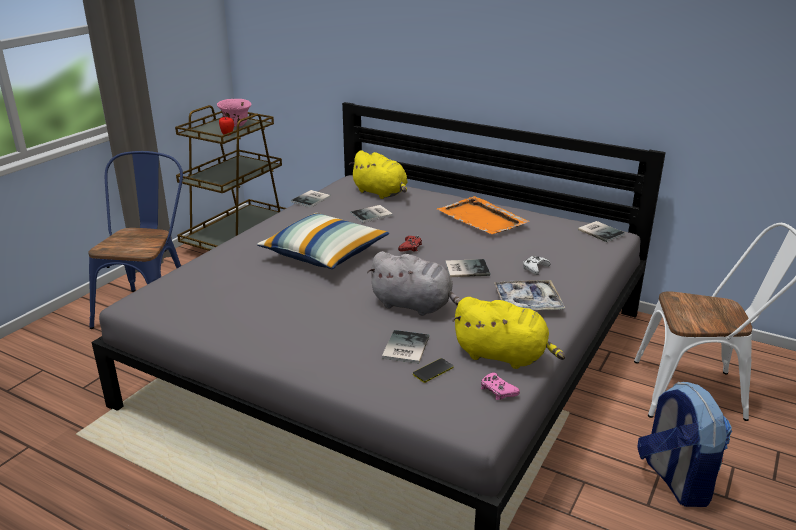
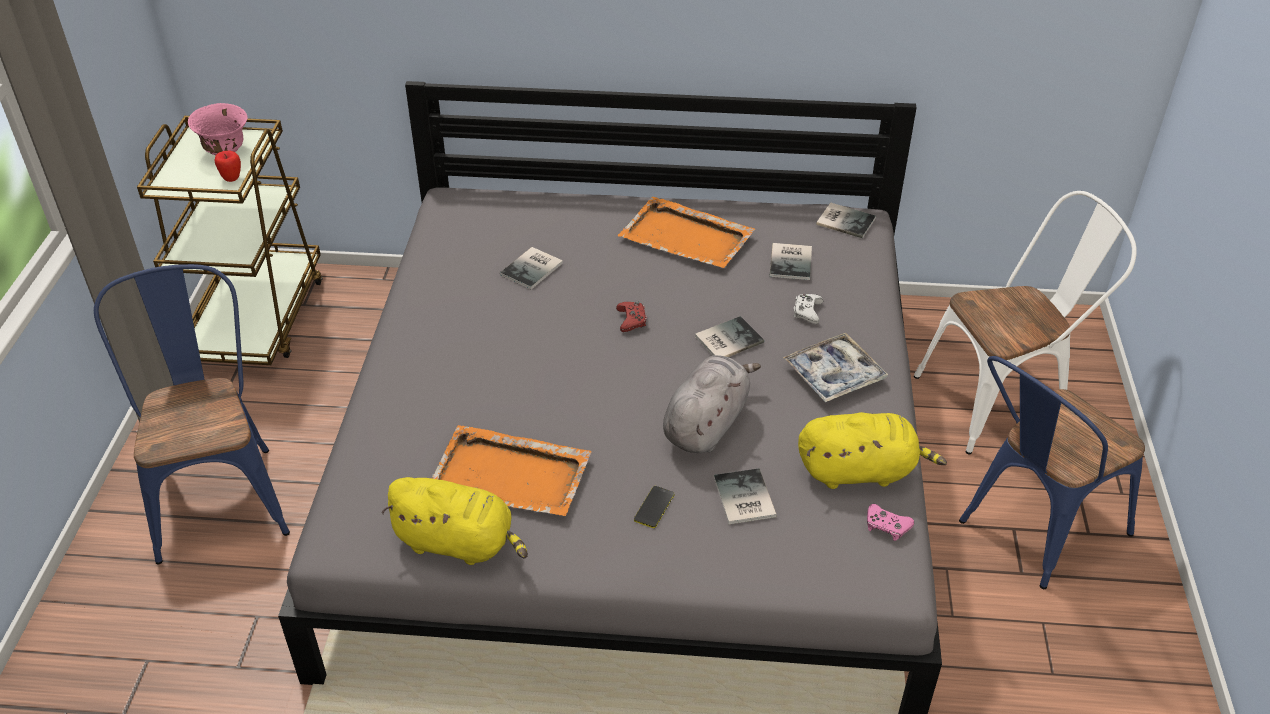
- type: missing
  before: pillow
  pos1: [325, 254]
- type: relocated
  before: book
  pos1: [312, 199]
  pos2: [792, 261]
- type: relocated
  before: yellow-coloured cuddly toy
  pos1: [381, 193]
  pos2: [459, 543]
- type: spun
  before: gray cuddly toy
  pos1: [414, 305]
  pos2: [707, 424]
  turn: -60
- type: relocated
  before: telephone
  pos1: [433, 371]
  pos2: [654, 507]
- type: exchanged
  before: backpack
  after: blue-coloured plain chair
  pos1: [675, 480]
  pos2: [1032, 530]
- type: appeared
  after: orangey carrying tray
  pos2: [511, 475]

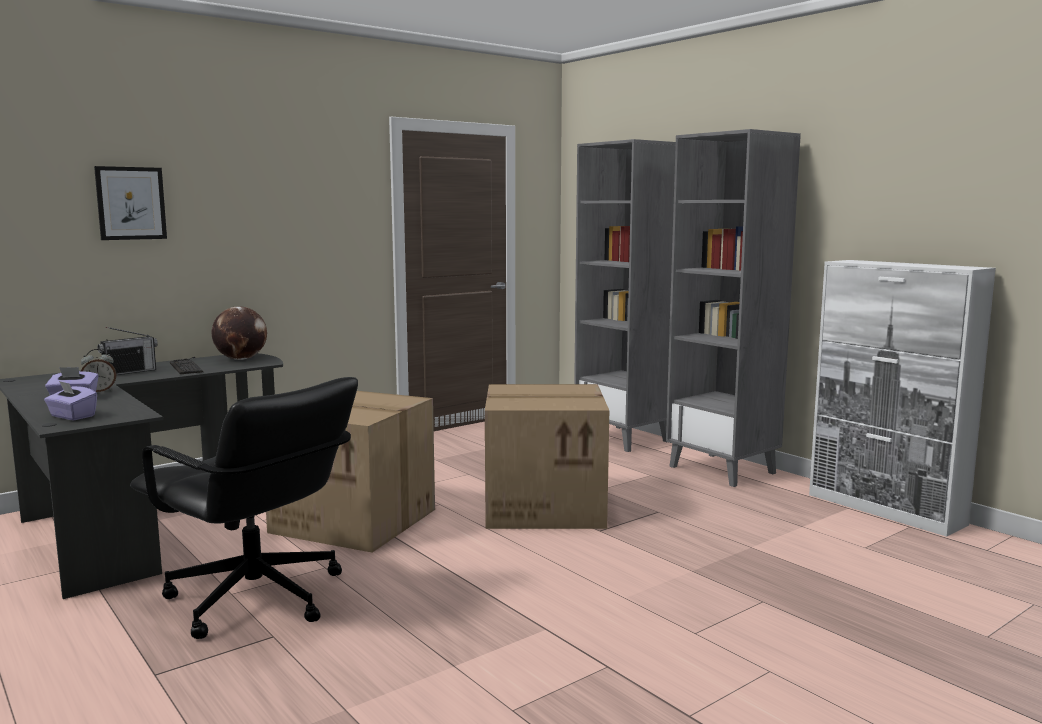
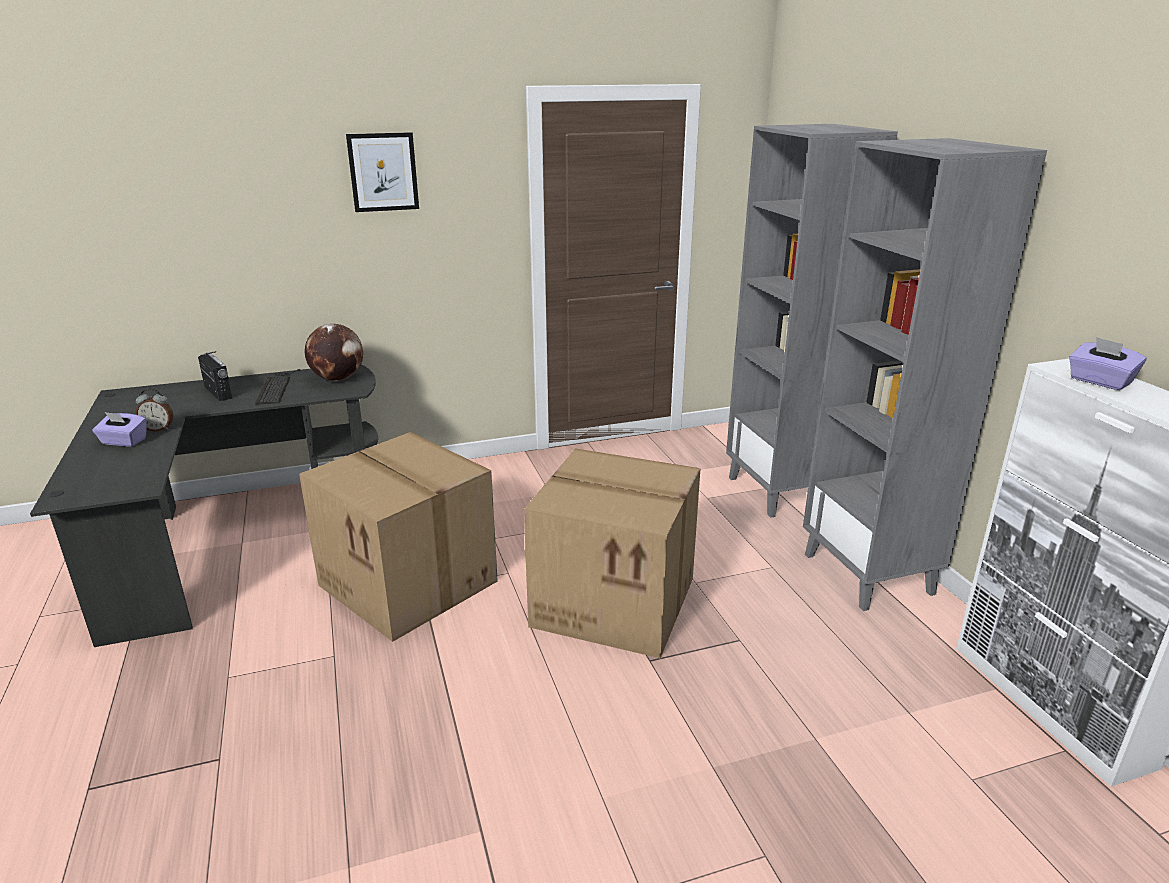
- type: relocated
  before: purple-coloured box of tissues
  pos1: [72, 416]
  pos2: [1099, 381]
- type: relocated
  before: picture
  pos1: [131, 203]
  pos2: [383, 172]
- type: spun
  before: radio receiver
  pos1: [130, 372]
  pos2: [218, 393]
  turn: -105
- type: missing
  before: black-coloured office chair
  pos1: [255, 599]

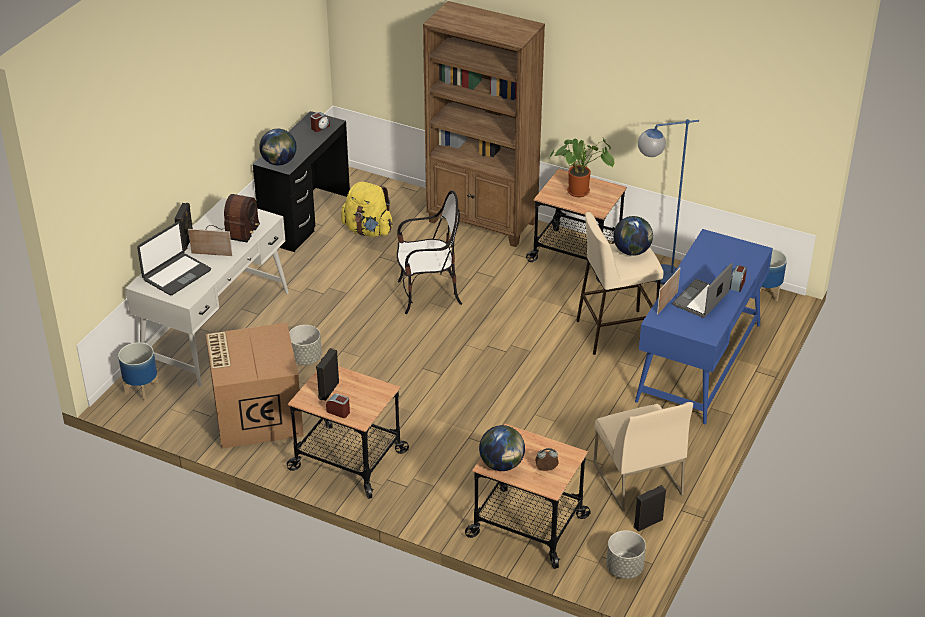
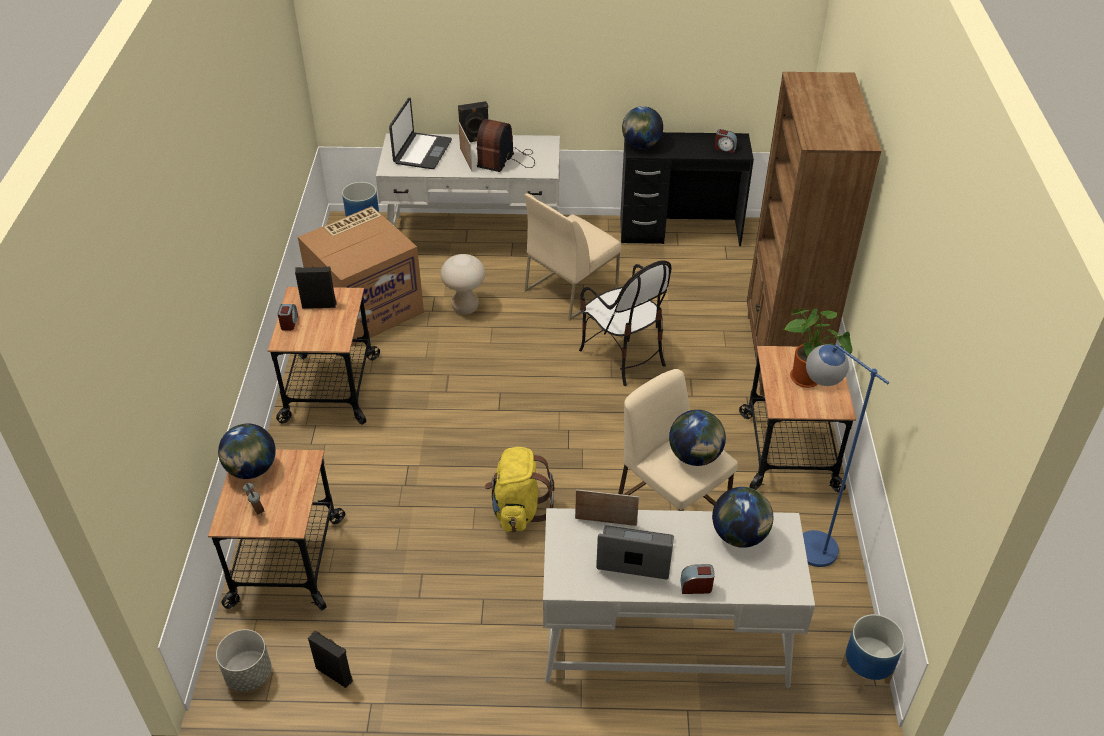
- type: spun
  before: portable computer
  pos1: [176, 275]
  pos2: [422, 152]
  turn: -90
- type: spun
  before: radio receiver
  pos1: [232, 234]
  pos2: [506, 160]
  turn: 120
- type: exchanged
  before: gray flower pot
  after: beige-coloured stool
  pos1: [305, 358]
  pos2: [465, 307]
- type: relocated
  before: yellow-coloured backpack
  pos1: [368, 230]
  pos2: [518, 510]
- type: relocated
  before: beige-coloured plain chair
  pos1: [636, 478]
  pos2: [571, 289]
- type: colour
  before: blue-coloured desk unit
  after: white desk unit
  pos1: [698, 362]
  pos2: [664, 638]
- type: appeared
  after: desk globe
  pos2: [739, 535]

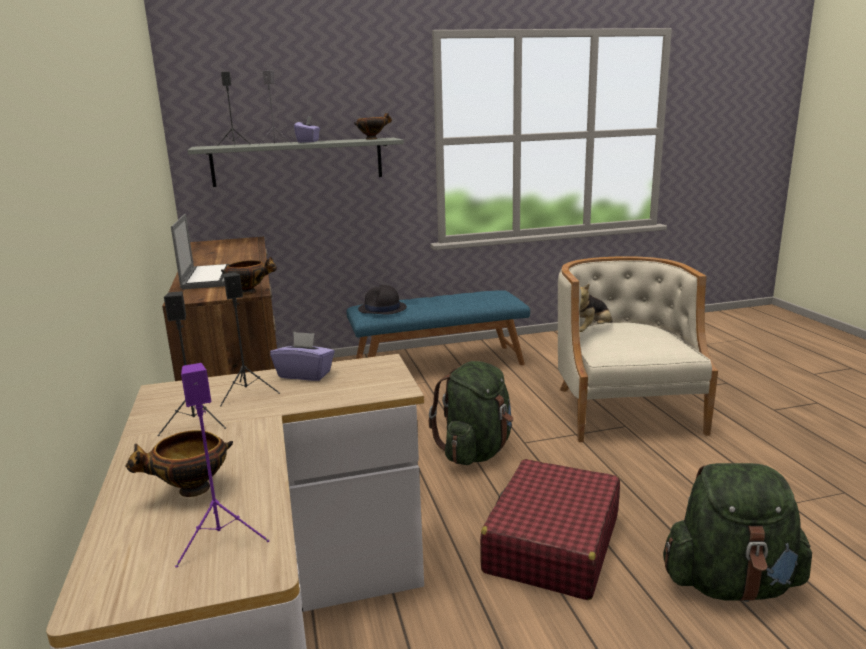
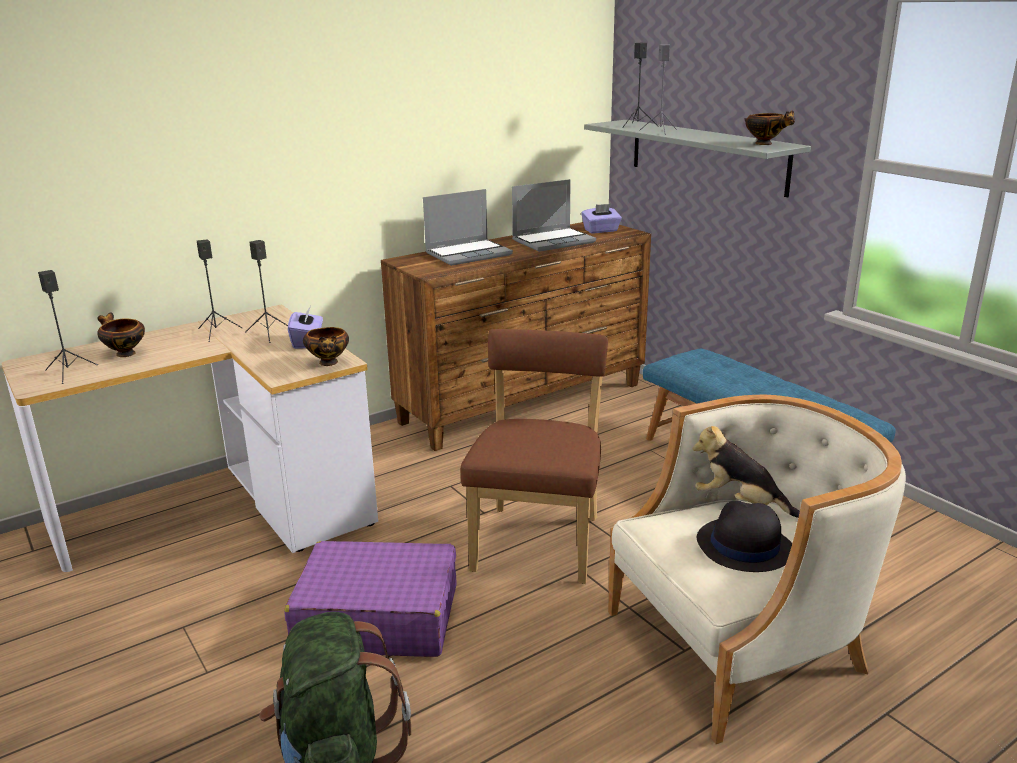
- type: colour
  before: purple-coloured speaker
  after: black-coloured speaker
  pos1: [221, 538]
  pos2: [69, 373]
- type: relocated
  before: deep dish
  pos1: [250, 292]
  pos2: [329, 363]
- type: relocated
  before: purple-coloured box of tissues
  pos1: [308, 141]
  pos2: [601, 230]
- type: relocated
  before: black-coloured clothing hat
  pos1: [382, 309]
  pos2: [743, 546]
- type: exchanged
  before: green-coloured backpack
  after: brown-coloured plain chair
  pos1: [476, 451]
  pos2: [539, 540]
- type: colour
  before: red-coloured piece of luggage
  after: purple-coloured piece of luggage
  pos1: [552, 544]
  pos2: [377, 617]
- type: appeared
  after: portable computer
  pos2: [554, 241]

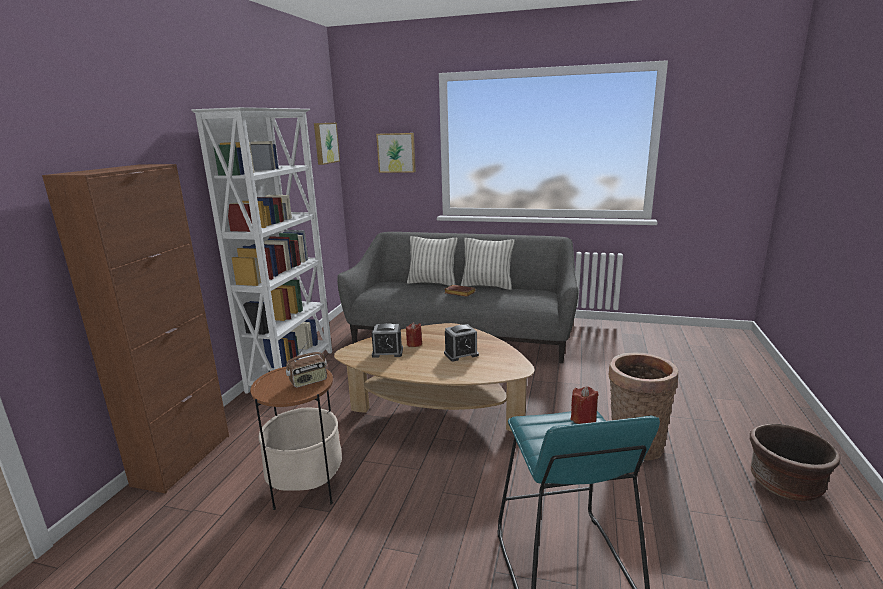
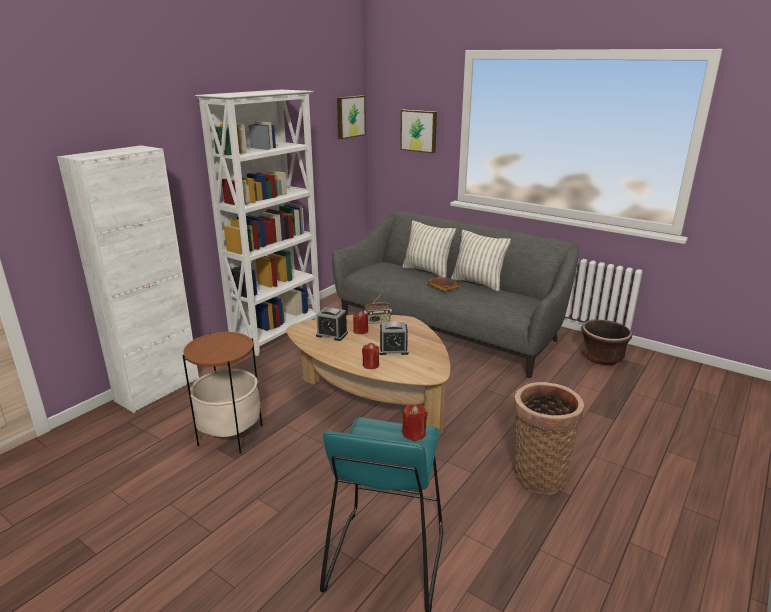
- type: colour
  before: brown-coloured cabinet
  after: white cabinet
  pos1: [183, 459]
  pos2: [158, 390]
- type: relocated
  before: radio receiver
  pos1: [308, 381]
  pos2: [377, 321]
- type: relocated
  before: brown-coloured flower pot
  pos1: [784, 484]
  pos2: [601, 357]
- type: appeared
  after: red-coloured wax candle
  pos2: [370, 365]

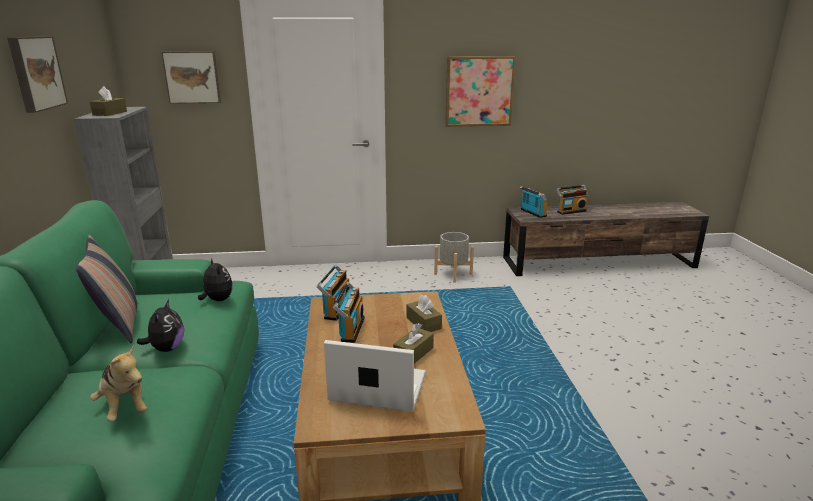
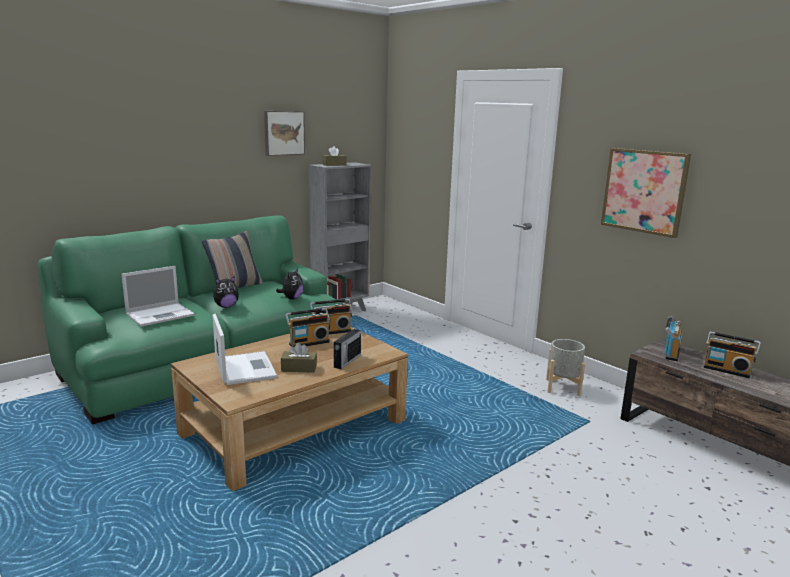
- type: exchanged
  before: cuddly toy
  after: portable computer
  pos1: [124, 406]
  pos2: [161, 314]
- type: missing
  before: picture
  pos1: [192, 77]
- type: exchanged
  before: brown-coloured box of tissues
  after: radio receiver
  pos1: [423, 323]
  pos2: [347, 361]

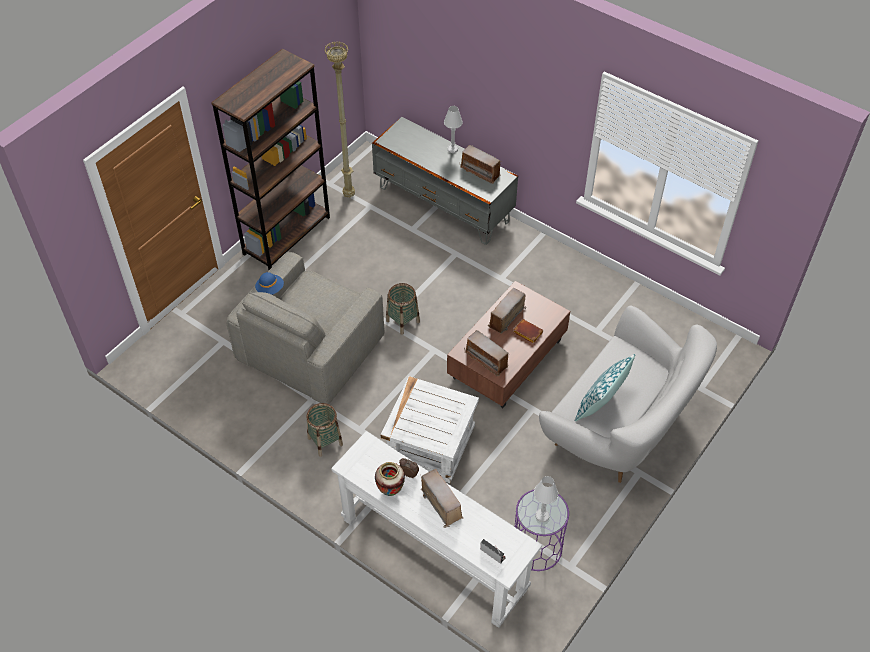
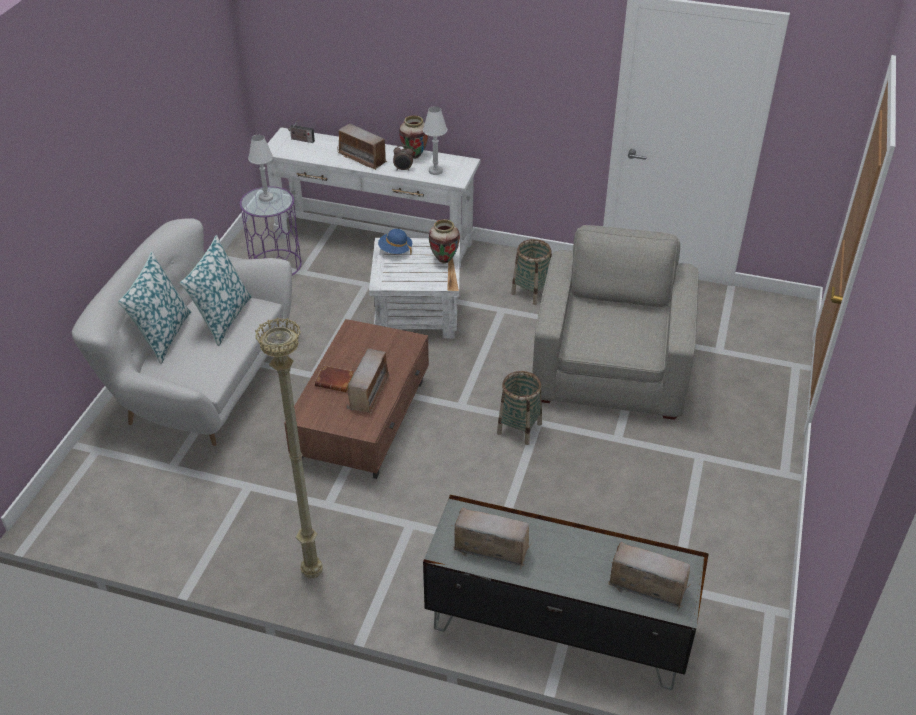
- type: missing
  before: brown-coloured bookshelf
  pos1: [287, 235]
- type: relocated
  before: blue-coloured clothing hat
  pos1: [270, 289]
  pos2: [395, 250]
- type: relocated
  before: beige-coloured floor lamp
  pos1: [349, 196]
  pos2: [311, 572]
- type: relocated
  before: white table lamp
  pos1: [452, 149]
  pos2: [435, 171]
- type: relocated
  before: radio receiver
  pos1: [487, 360]
  pos2: [646, 587]
- type: appeared
  after: pillow
  pos2: [163, 335]
- type: appeared
  after: decorative vase
  pos2: [444, 260]

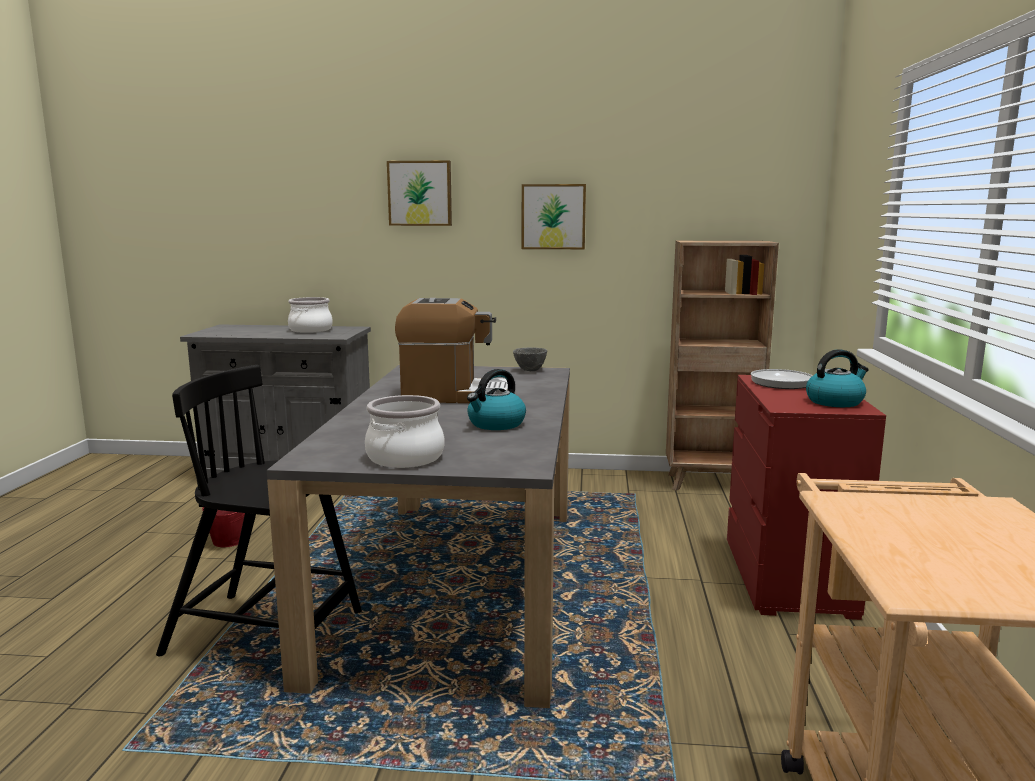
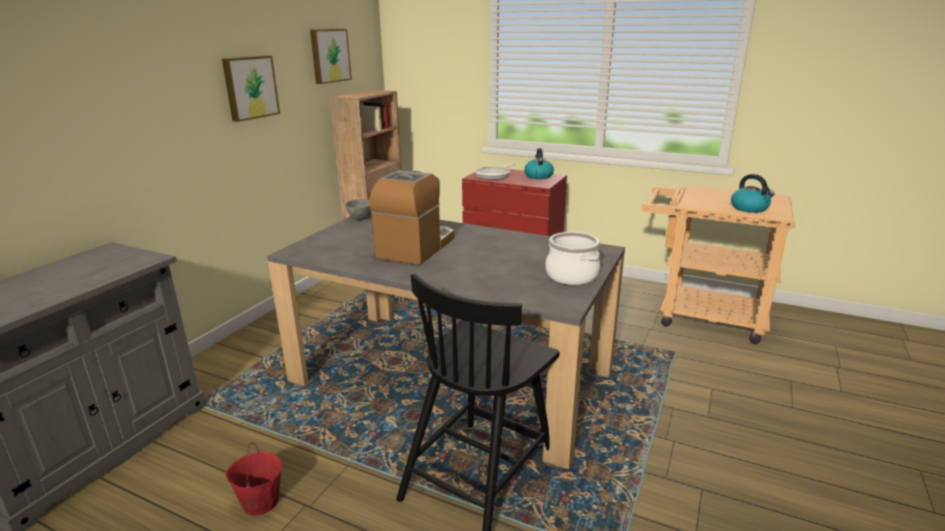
- type: missing
  before: stockpot
  pos1: [311, 330]
- type: relocated
  before: picture
  pos1: [420, 193]
  pos2: [329, 55]
- type: relocated
  before: tea kettle
  pos1: [496, 424]
  pos2: [750, 208]

